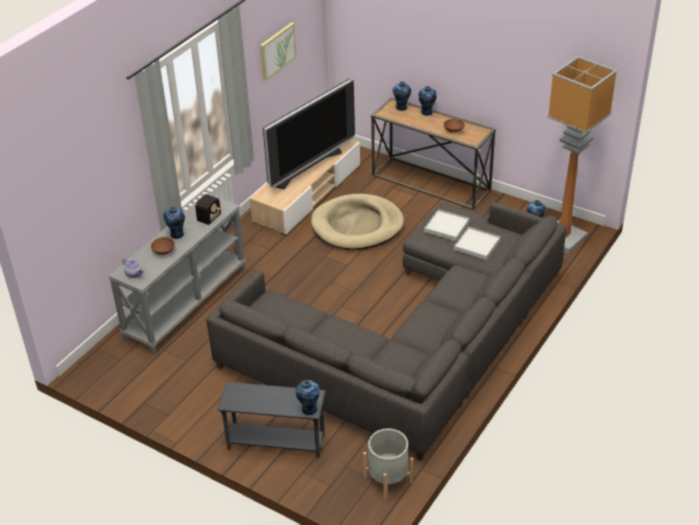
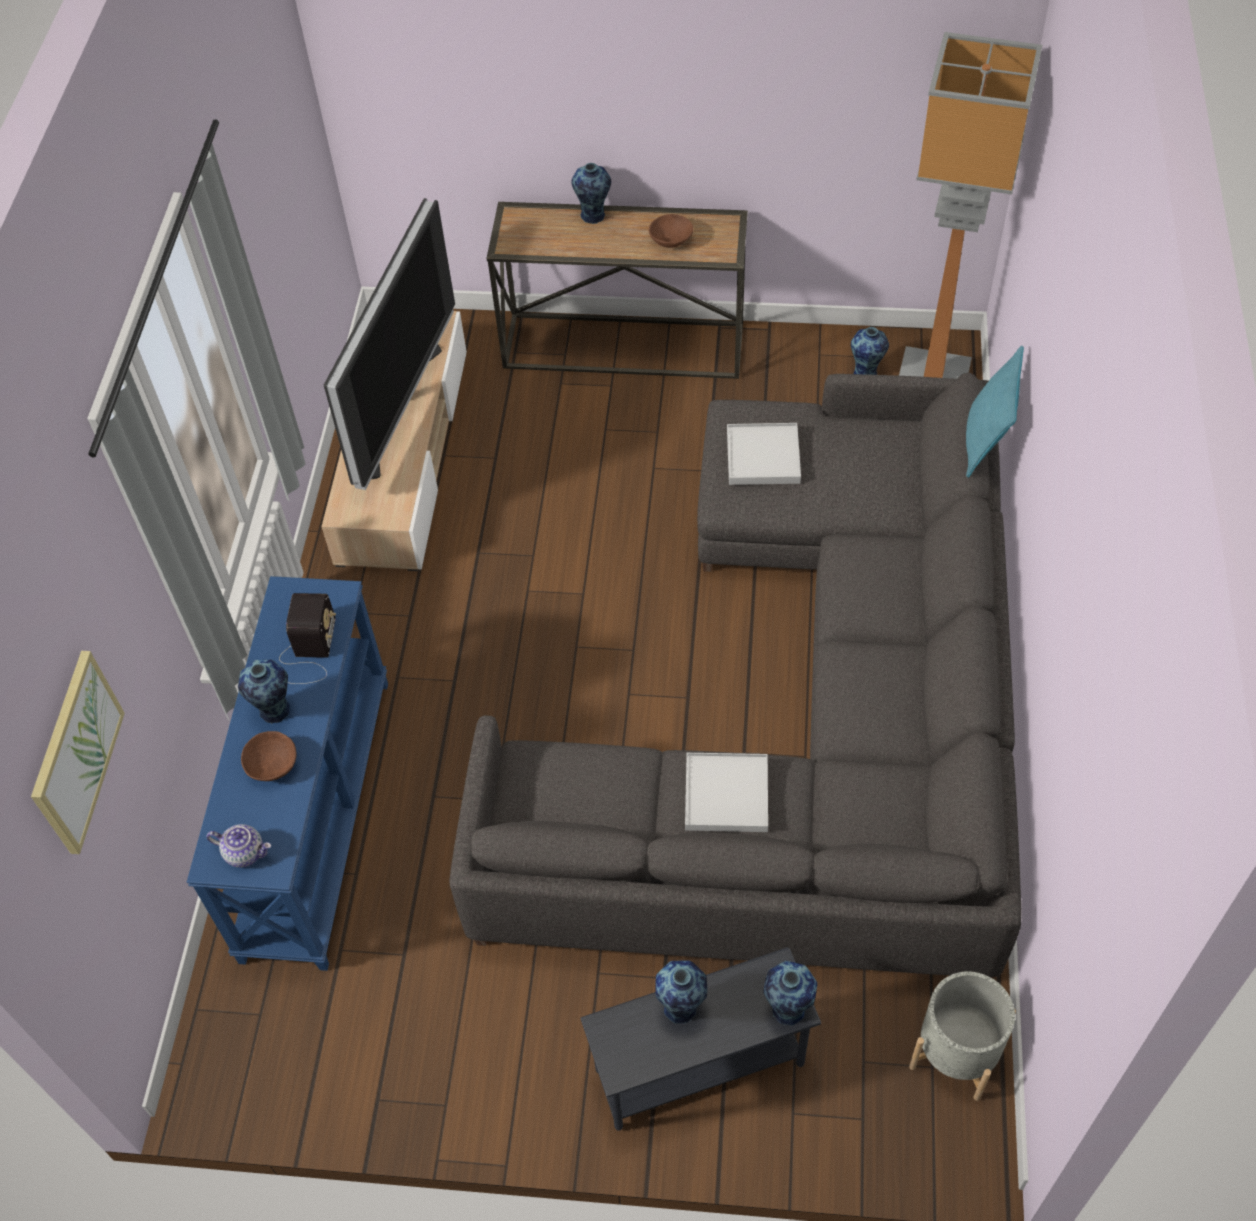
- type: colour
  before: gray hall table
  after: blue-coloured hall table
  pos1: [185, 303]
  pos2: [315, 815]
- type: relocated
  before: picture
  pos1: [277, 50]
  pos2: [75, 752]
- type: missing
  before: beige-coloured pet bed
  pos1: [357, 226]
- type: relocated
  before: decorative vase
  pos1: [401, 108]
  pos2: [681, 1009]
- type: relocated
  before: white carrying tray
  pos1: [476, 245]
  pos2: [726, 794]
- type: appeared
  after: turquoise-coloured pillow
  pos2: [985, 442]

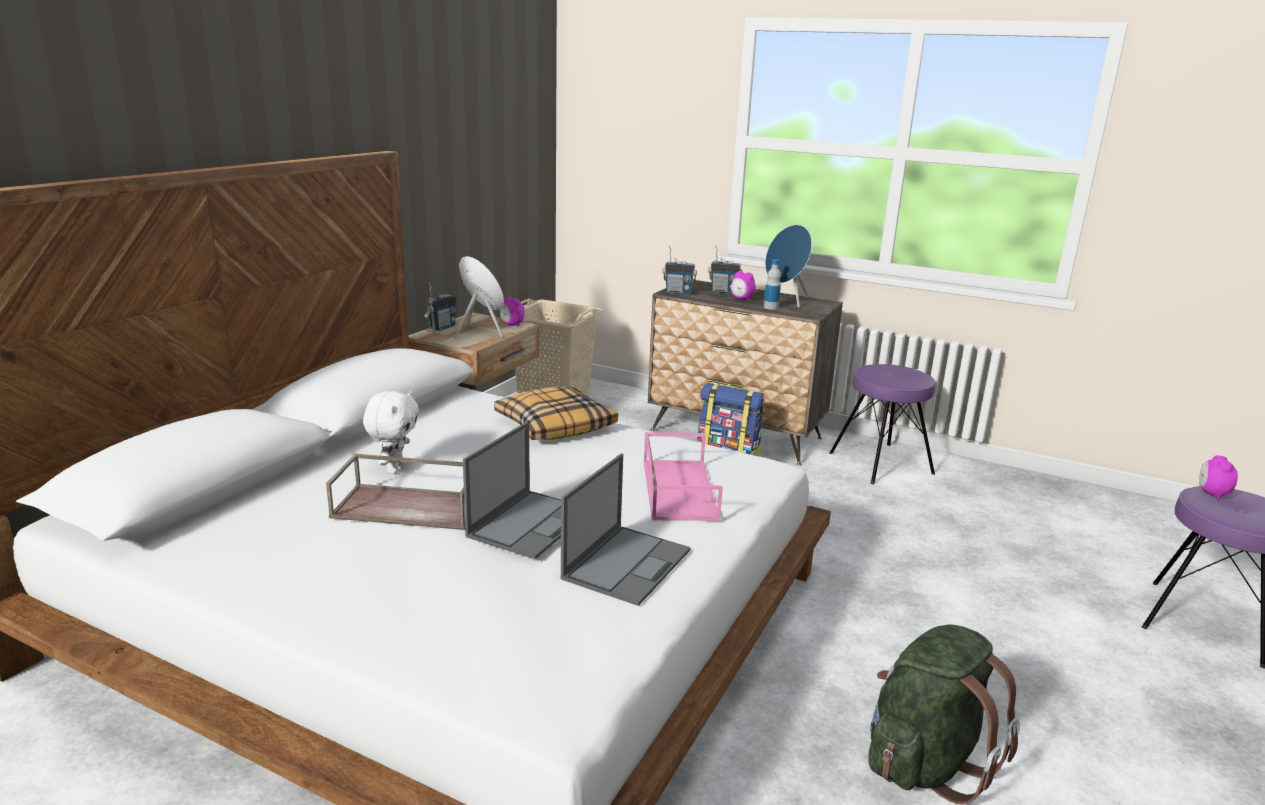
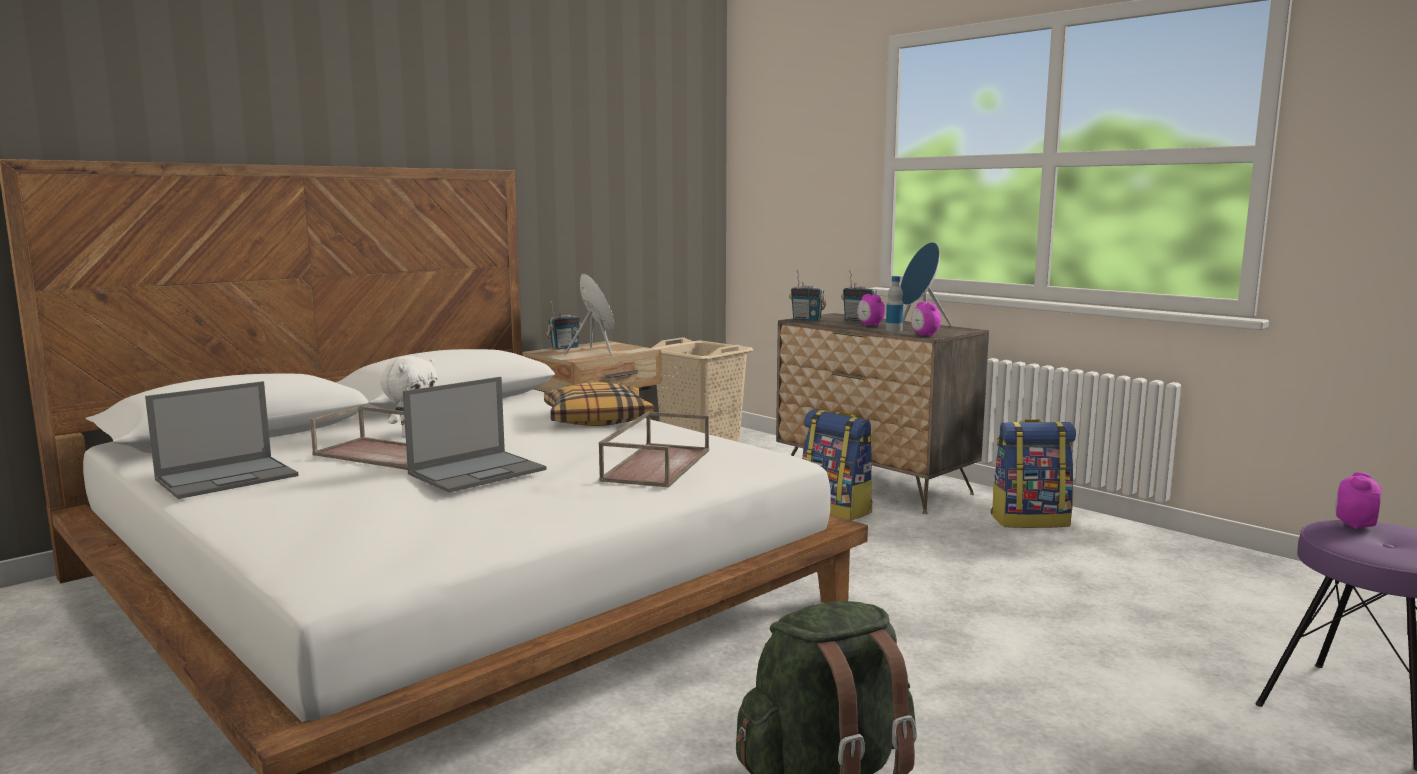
- type: relocated
  before: alarm clock
  pos1: [512, 325]
  pos2: [924, 335]
- type: relocated
  before: portable computer
  pos1: [627, 563]
  pos2: [228, 477]
- type: colour
  before: pink carrying tray
  after: brown-coloured carrying tray
  pos1: [677, 489]
  pos2: [656, 464]
- type: exchanged
  before: purple-coloured stool
  after: backpack
  pos1: [881, 463]
  pos2: [1030, 520]

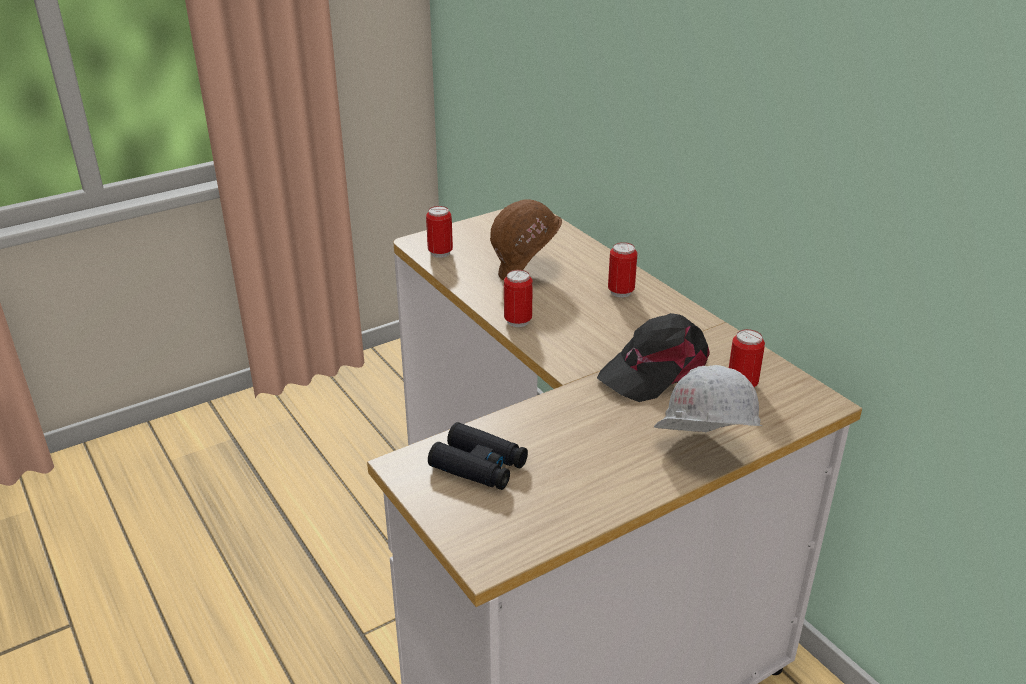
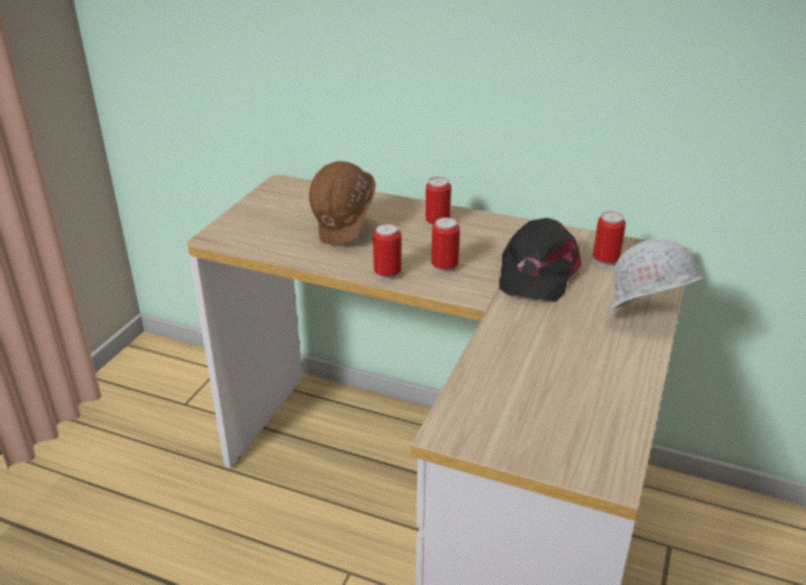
- type: relocated
  before: can
  pos1: [440, 253]
  pos2: [444, 267]
- type: missing
  before: black-coloured binoculars
  pos1: [479, 466]

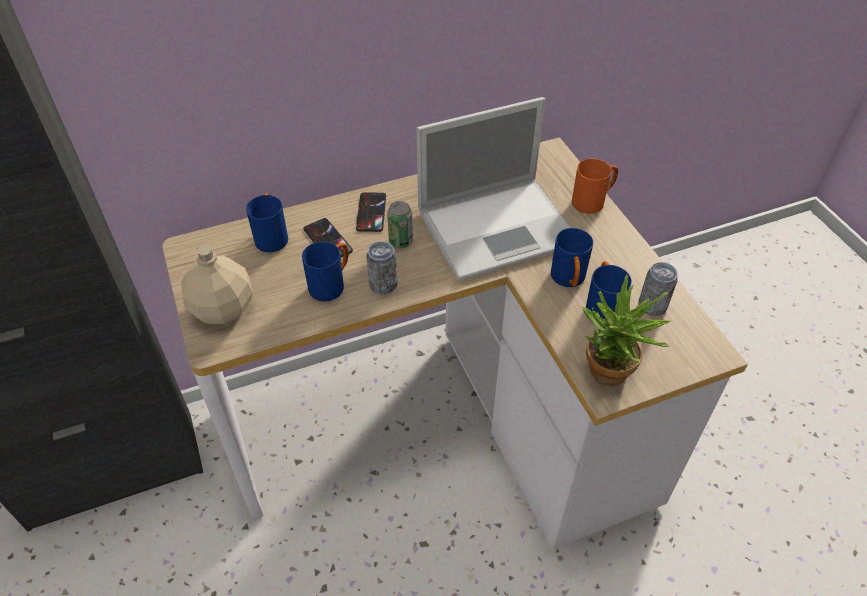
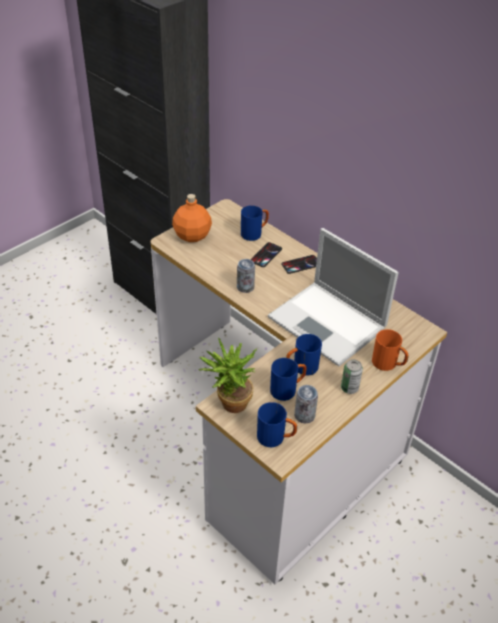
- type: colour
  before: beige-coloured beverage bottle
  after: orangey beverage bottle
  pos1: [223, 309]
  pos2: [191, 236]
- type: relocated
  before: blue-coloured tea mug
  pos1: [331, 284]
  pos2: [276, 438]
- type: relocated
  before: can
  pos1: [401, 241]
  pos2: [349, 388]

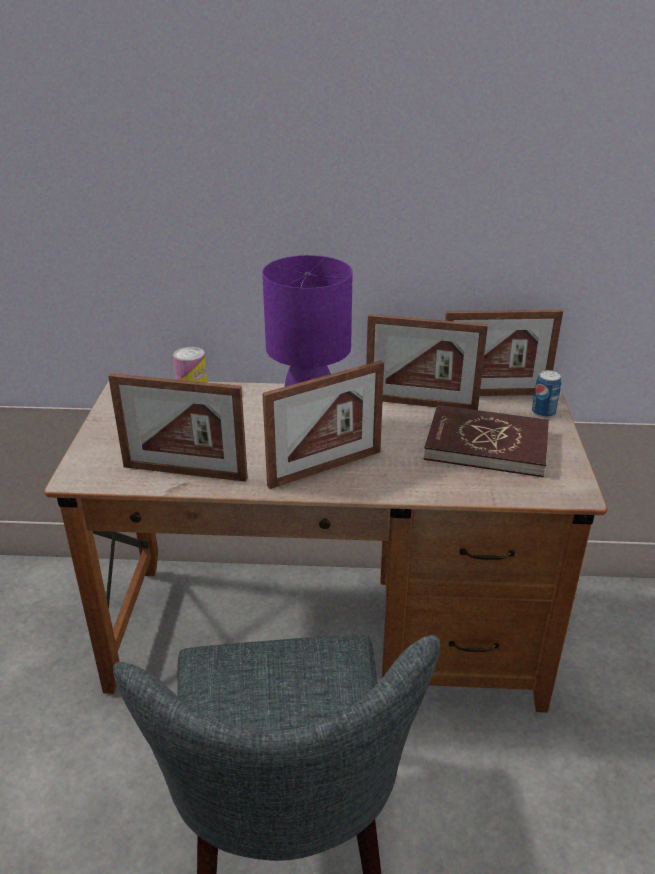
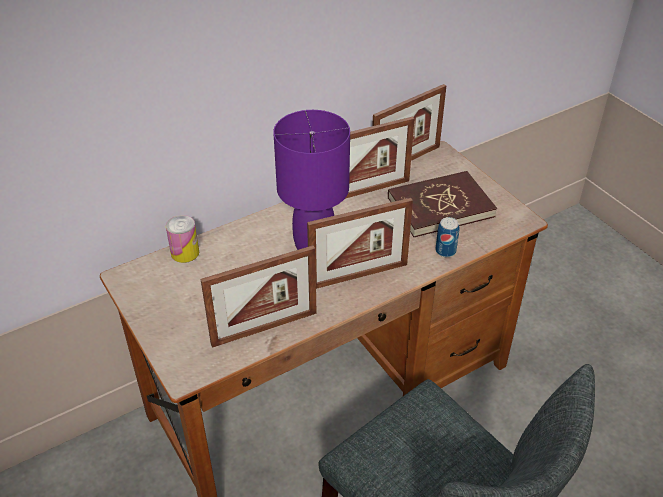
- type: spun
  before: photo frame
  pos1: [325, 468]
  pos2: [358, 275]
  turn: 45
- type: relocated
  before: can
  pos1: [543, 412]
  pos2: [445, 251]

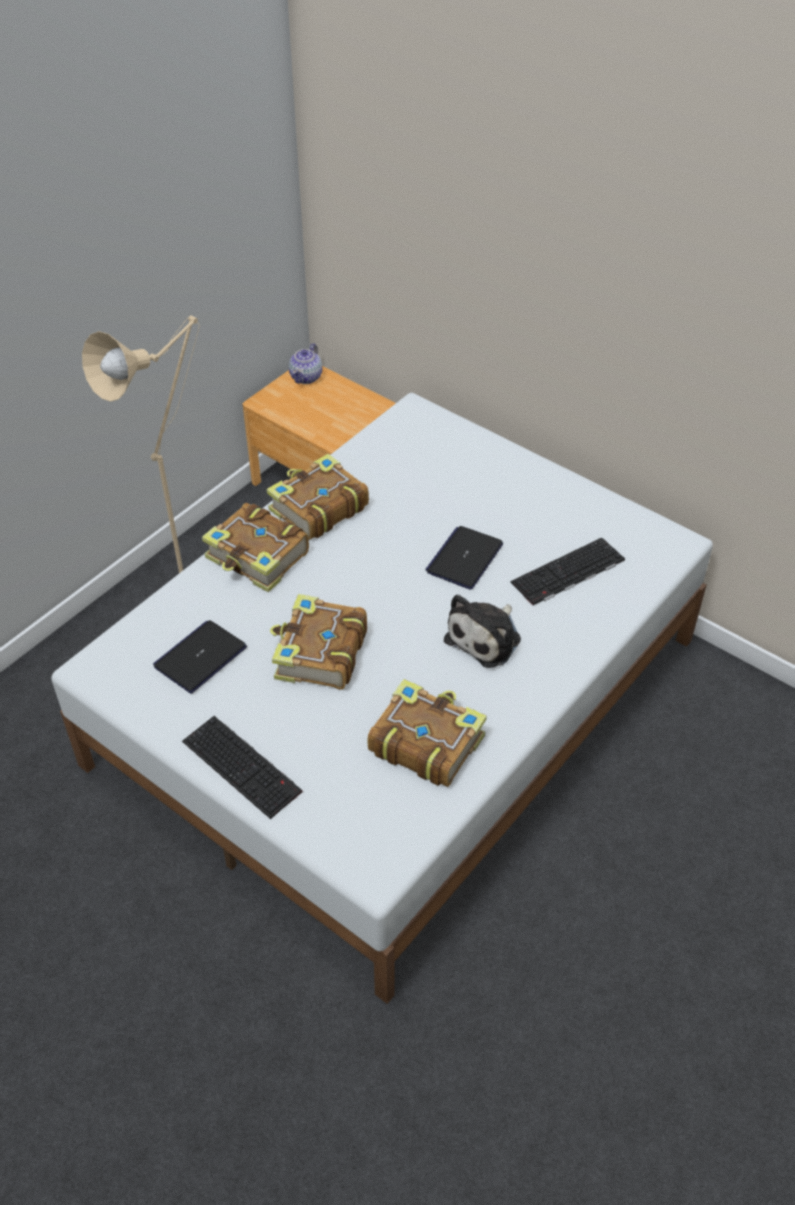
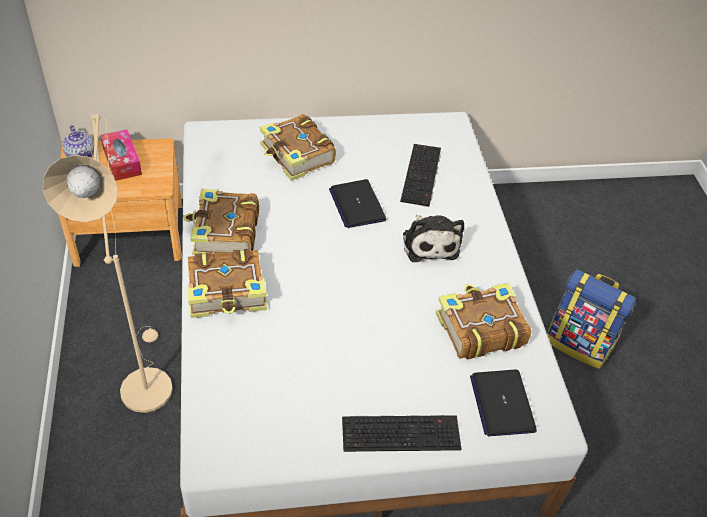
- type: relocated
  before: portable computer
  pos1: [200, 657]
  pos2: [502, 403]
- type: relocated
  before: book
  pos1: [319, 654]
  pos2: [297, 156]
- type: appeared
  after: box of tissues
  pos2: [122, 161]
- type: appeared
  after: backpack
  pos2: [579, 343]

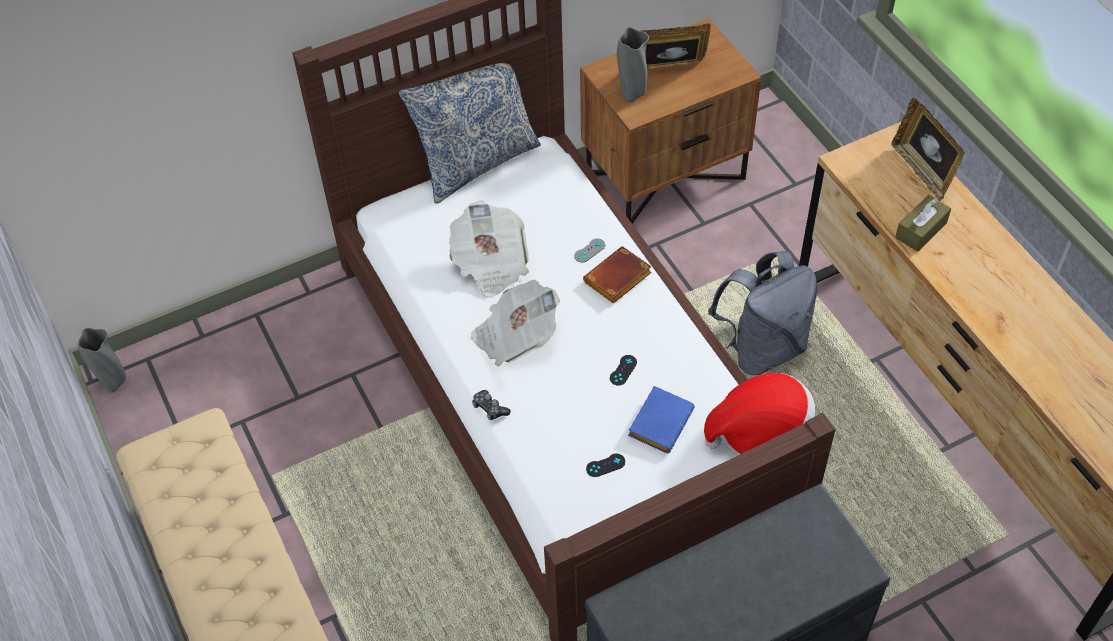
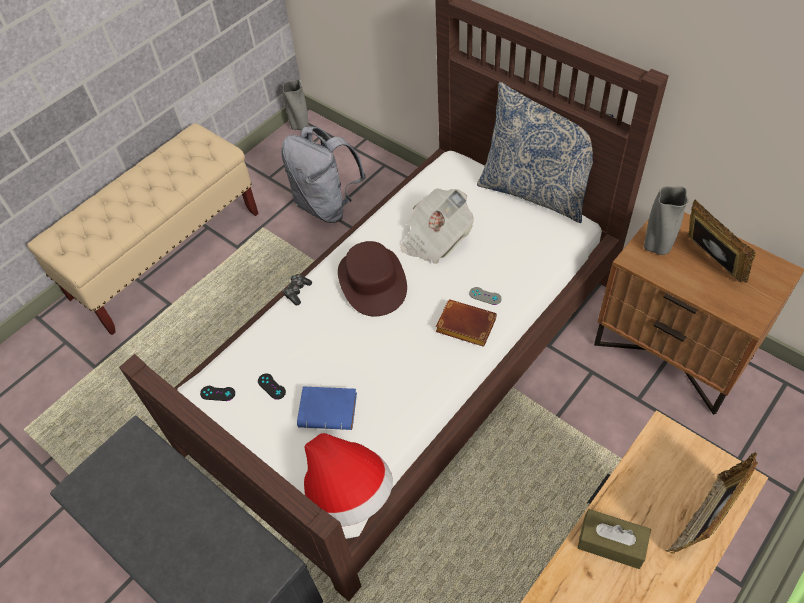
- type: exchanged
  before: newspaper
  after: brown-coloured clothing hat
  pos1: [515, 336]
  pos2: [372, 281]
- type: relocated
  before: black-coloured game controller
  pos1: [623, 370]
  pos2: [217, 393]
- type: relocated
  before: gray backpack
  pos1: [762, 348]
  pos2: [327, 206]

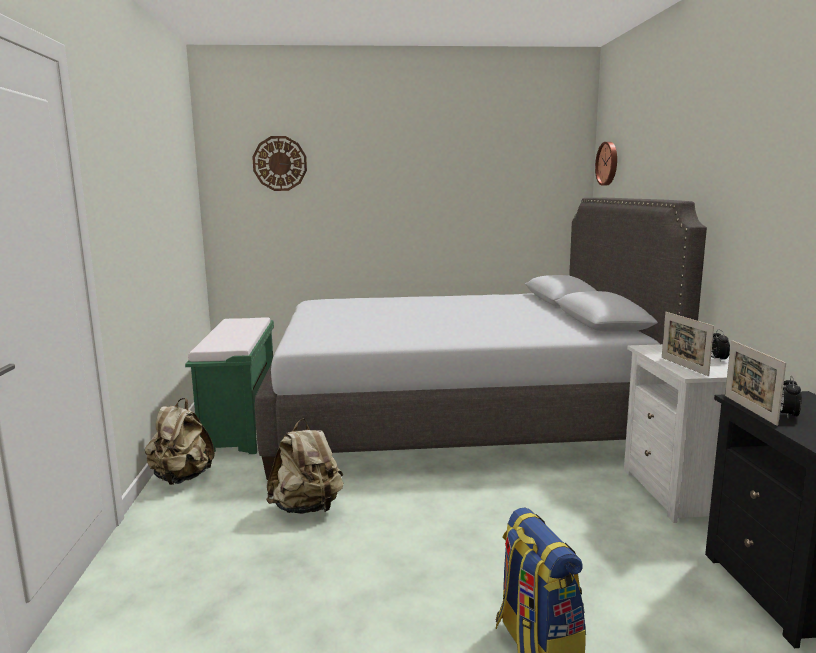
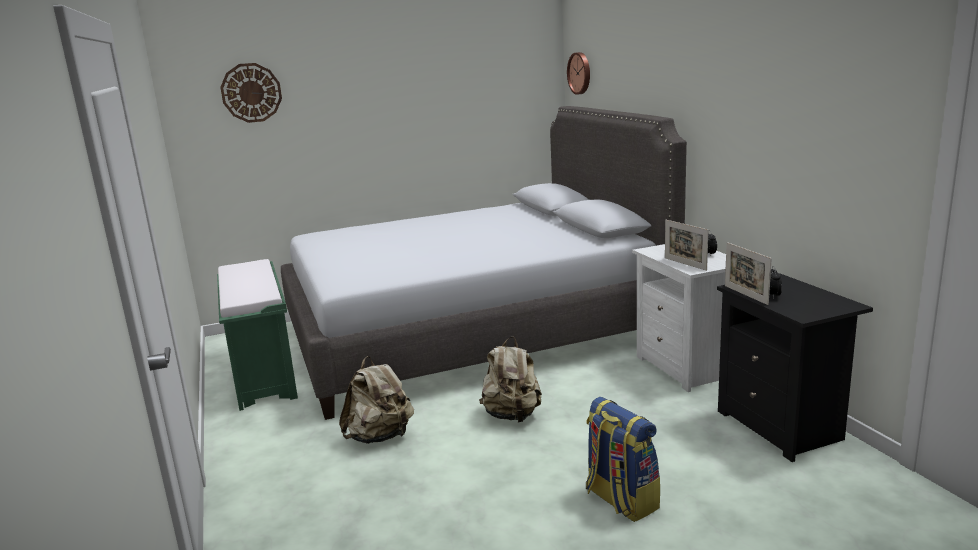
- type: relocated
  before: beige-coloured backpack
  pos1: [181, 478]
  pos2: [512, 415]

